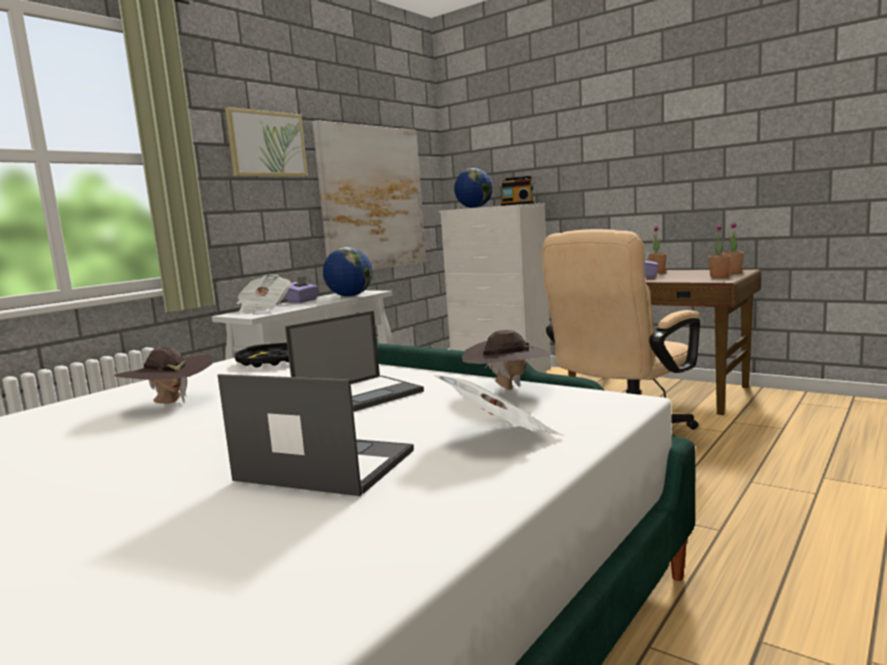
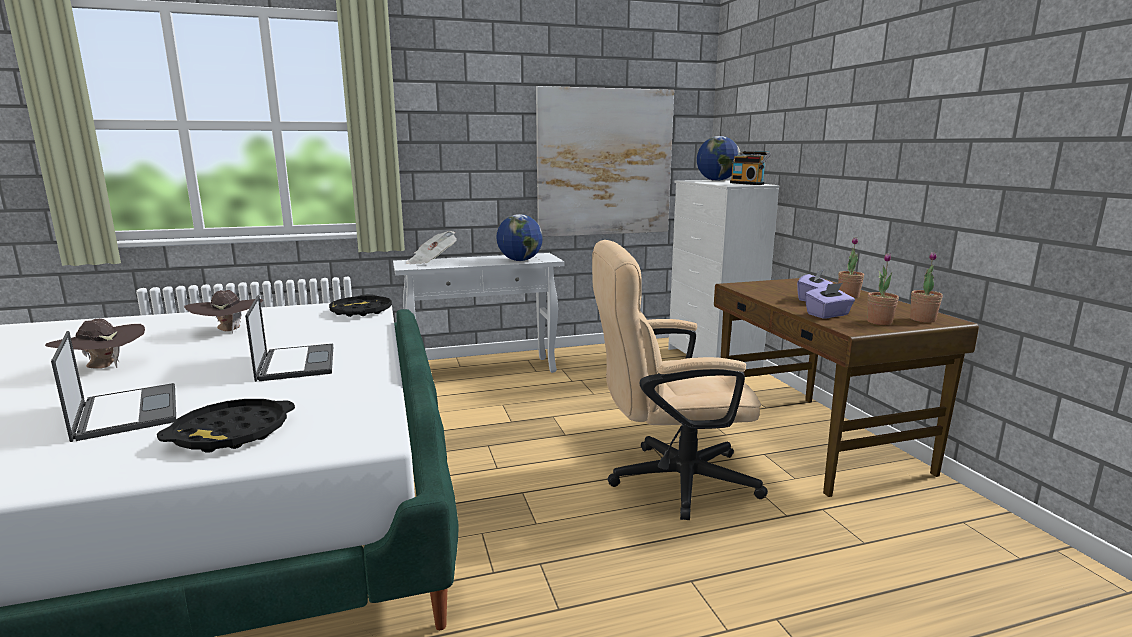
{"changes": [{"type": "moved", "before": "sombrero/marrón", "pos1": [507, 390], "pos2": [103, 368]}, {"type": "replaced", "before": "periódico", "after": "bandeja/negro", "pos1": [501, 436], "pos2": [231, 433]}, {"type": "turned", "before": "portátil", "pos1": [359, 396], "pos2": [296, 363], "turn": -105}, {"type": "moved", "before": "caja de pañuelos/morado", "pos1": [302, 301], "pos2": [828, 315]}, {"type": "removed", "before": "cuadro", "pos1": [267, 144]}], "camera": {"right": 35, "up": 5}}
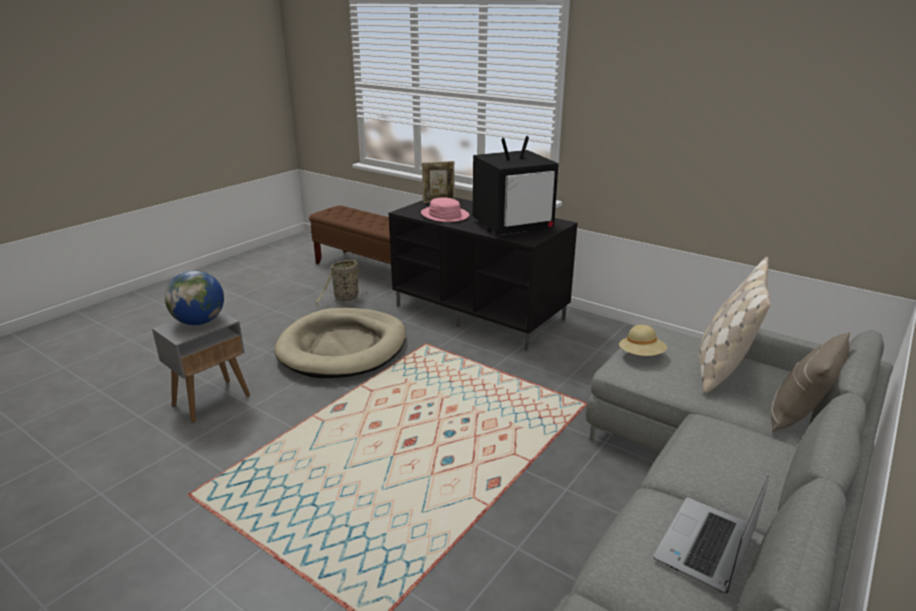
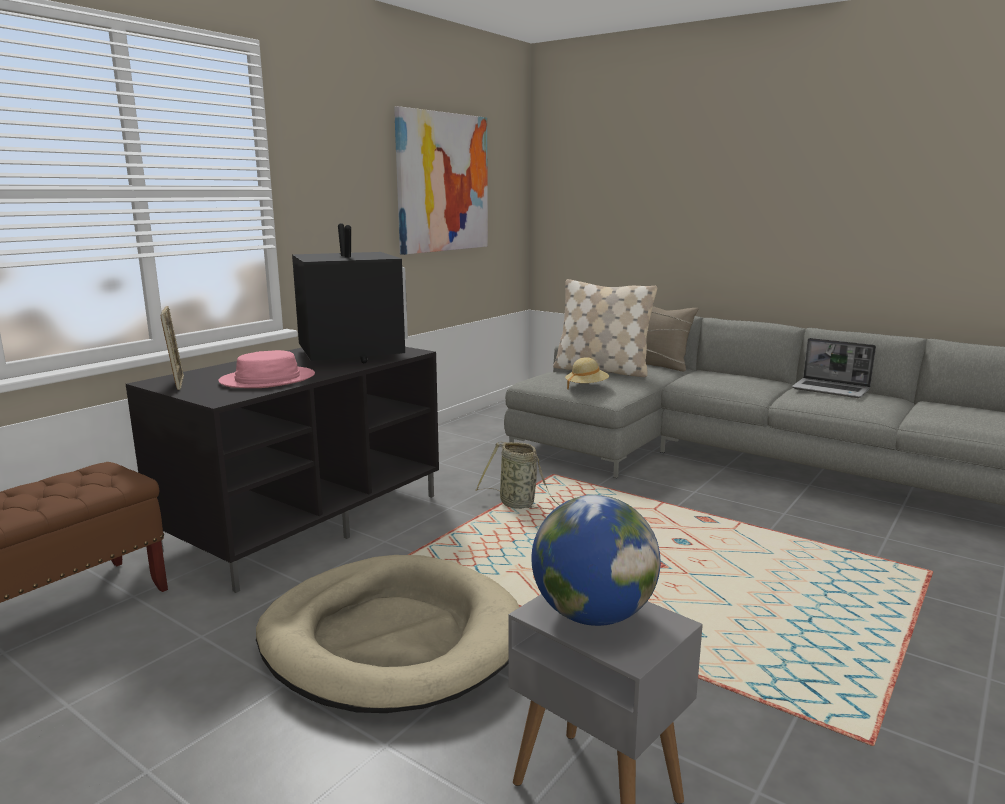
{"changes": [{"type": "added", "after": "cuadro", "pos2": [443, 183]}, {"type": "moved", "before": "cesta", "pos1": [345, 298], "pos2": [519, 504]}], "camera": {"right": -90, "up": -10}}
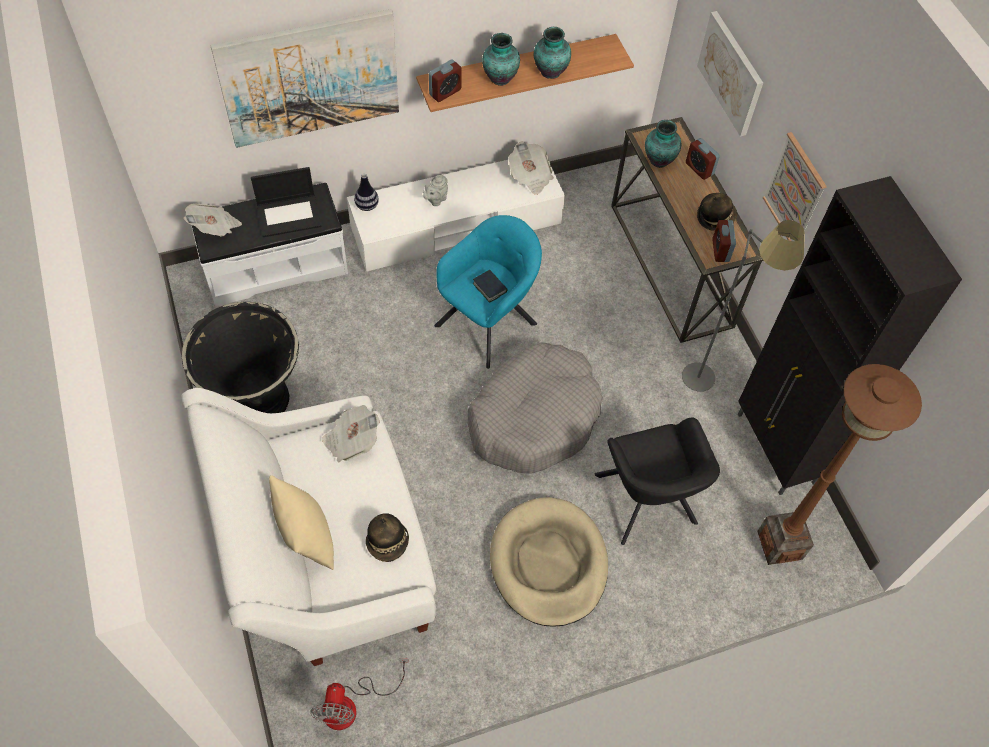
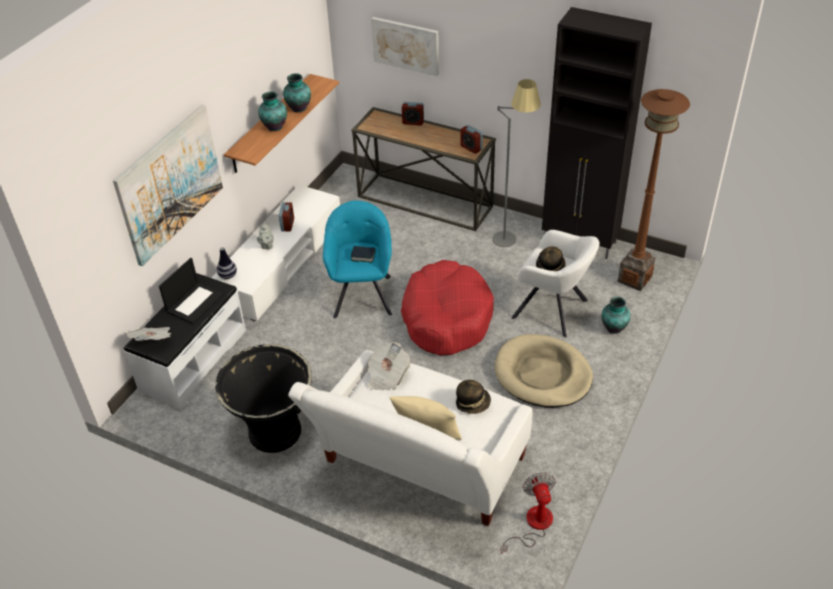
{"changes": [{"type": "moved", "before": "despertador", "pos1": [445, 92], "pos2": [287, 225]}, {"type": "recoloured", "before": "cama para perro/gris", "after": "cama para perro/rojo", "pos1": [534, 417], "pos2": [446, 318]}, {"type": "turned", "before": "ventilador", "pos1": [351, 705], "pos2": [533, 525], "turn": -150}, {"type": "recoloured", "before": "sillón/negro", "after": "sillón/blanco", "pos1": [647, 502], "pos2": [553, 310]}, {"type": "moved", "before": "sombrero", "pos1": [715, 217], "pos2": [550, 266]}, {"type": "moved", "before": "florero", "pos1": [658, 160], "pos2": [613, 328]}, {"type": "removed", "before": "periódico", "pos1": [530, 176]}, {"type": "removed", "before": "cuadro", "pos1": [795, 191]}], "camera": {"right": -40, "up": -15}}
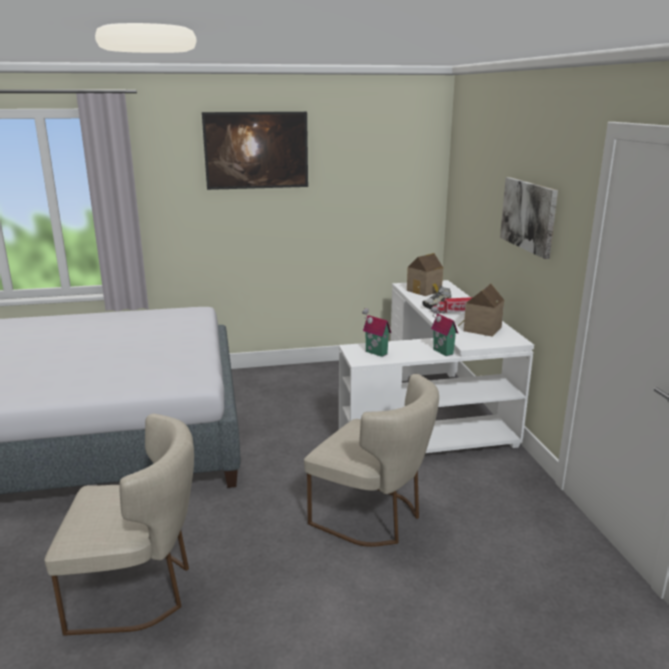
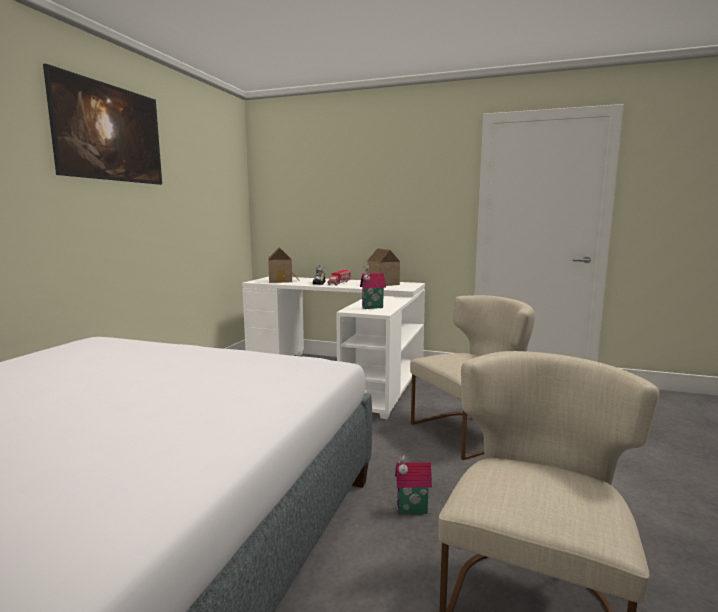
{"changes": [{"type": "moved", "before": "casita", "pos1": [441, 352], "pos2": [412, 511]}, {"type": "removed", "before": "cuadro", "pos1": [529, 215]}], "camera": {"right": -60, "up": -10}}
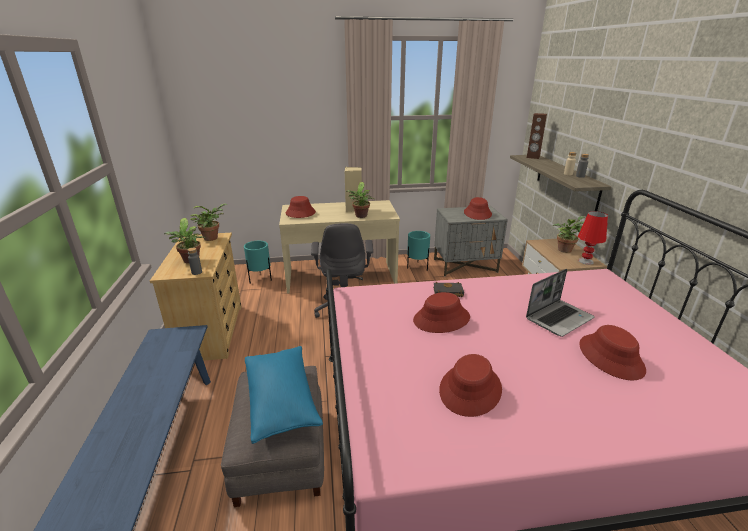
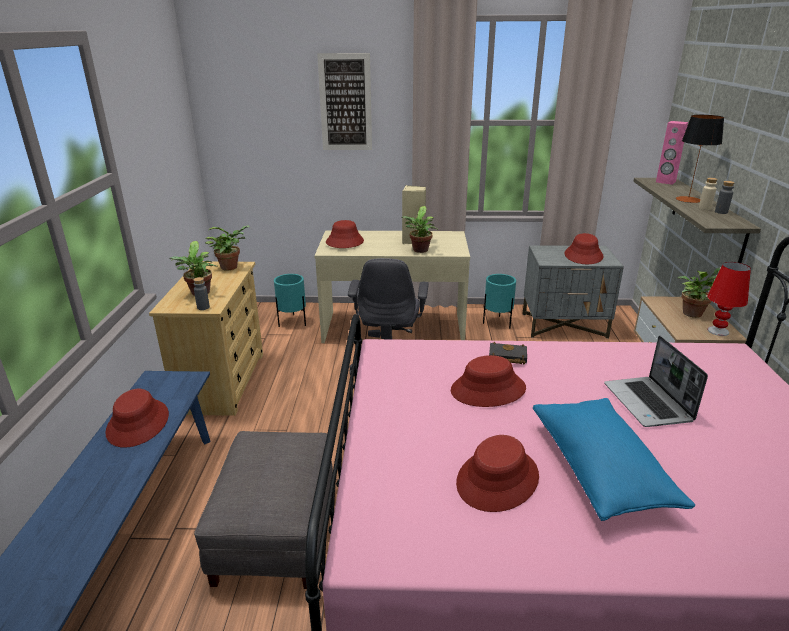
{"changes": [{"type": "moved", "before": "sombrero/rojo", "pos1": [611, 357], "pos2": [138, 423]}, {"type": "added", "after": "cuadro", "pos2": [345, 103]}, {"type": "moved", "before": "cojín/azul", "pos1": [281, 401], "pos2": [600, 470]}, {"type": "turned", "before": "portátil", "pos1": [559, 318], "pos2": [648, 403], "turn": 105}, {"type": "recoloured", "before": "altavoz/marrón", "after": "altavoz/rosa", "pos1": [533, 157], "pos2": [665, 182]}, {"type": "added", "after": "lámpara de mesa", "pos2": [688, 199]}], "camera": {"right": 10, "up": 0}}
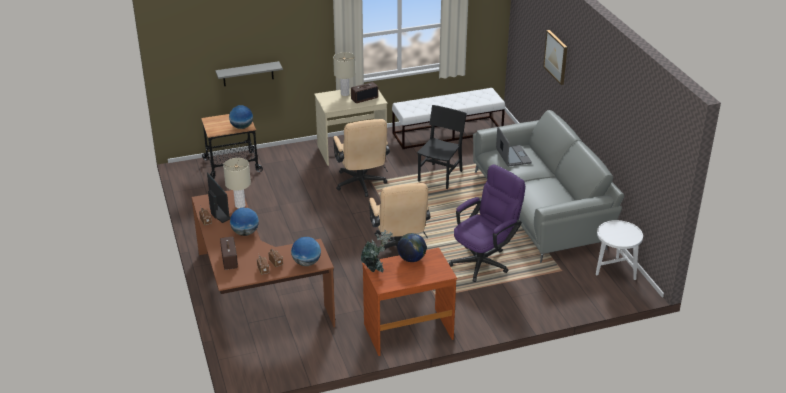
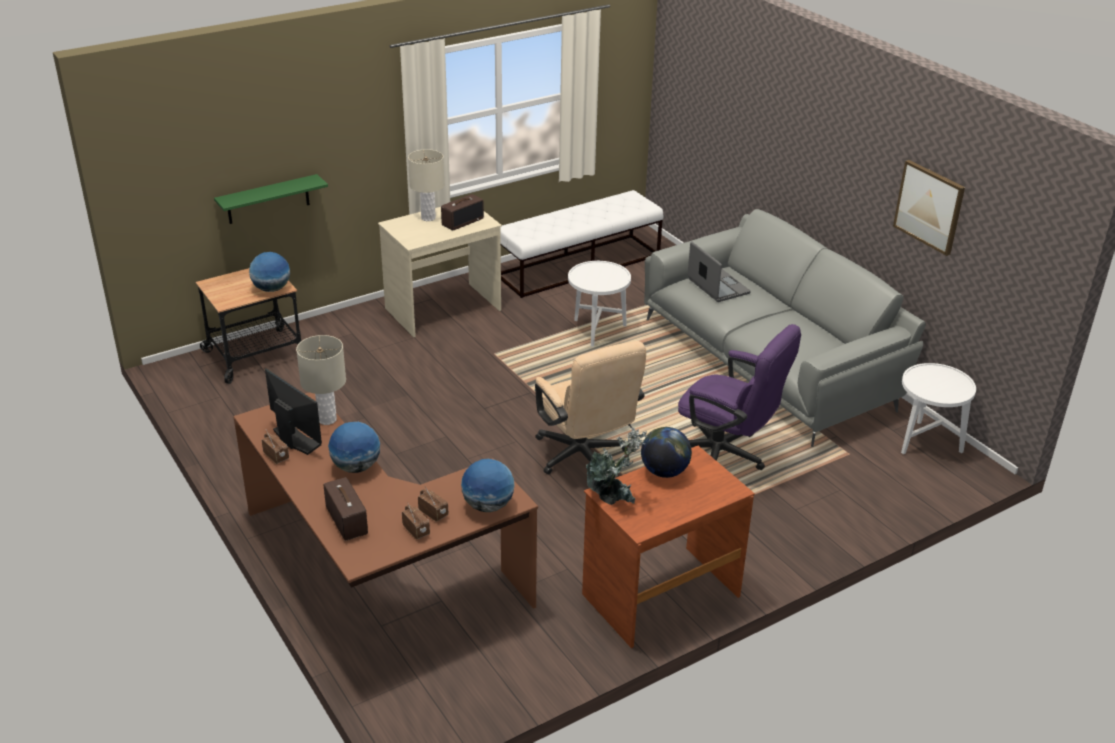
{"changes": [{"type": "recoloured", "before": "estante/gris", "after": "estante/verde", "pos1": [248, 74], "pos2": [268, 199]}, {"type": "replaced", "before": "silla/negro", "after": "mesa auxiliar/blanco", "pos1": [440, 176], "pos2": [597, 332]}, {"type": "turned", "before": "silla de oficina/morado", "pos1": [484, 261], "pos2": [726, 456], "turn": 90}, {"type": "moved", "before": "cuadro", "pos1": [556, 57], "pos2": [929, 206]}, {"type": "removed", "before": "silla de oficina/beis", "pos1": [361, 185]}], "camera": {"right": -15, "up": 0}}
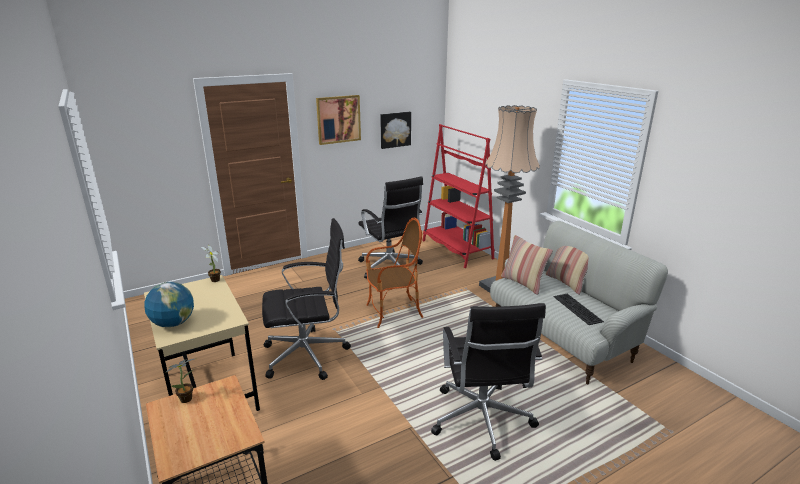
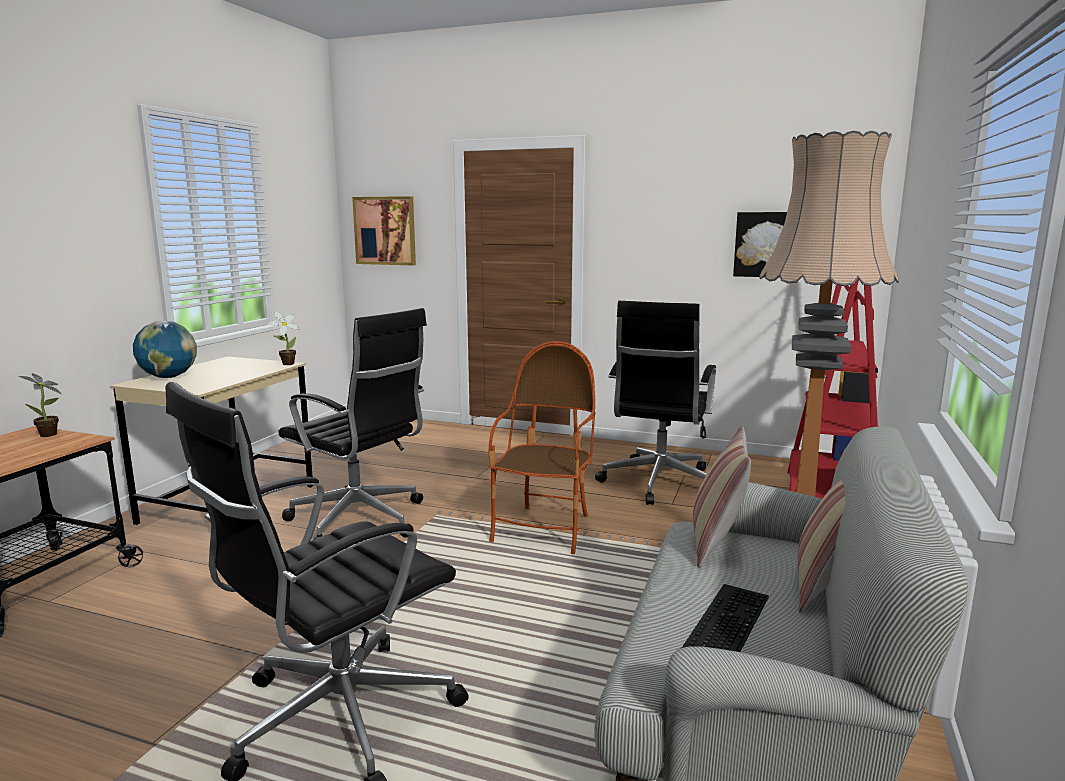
{"changes": [{"type": "moved", "before": "cuadro", "pos1": [338, 119], "pos2": [385, 230]}, {"type": "turned", "before": "sillón", "pos1": [393, 312], "pos2": [544, 530], "turn": -105}], "camera": {"right": 50, "up": -10}}
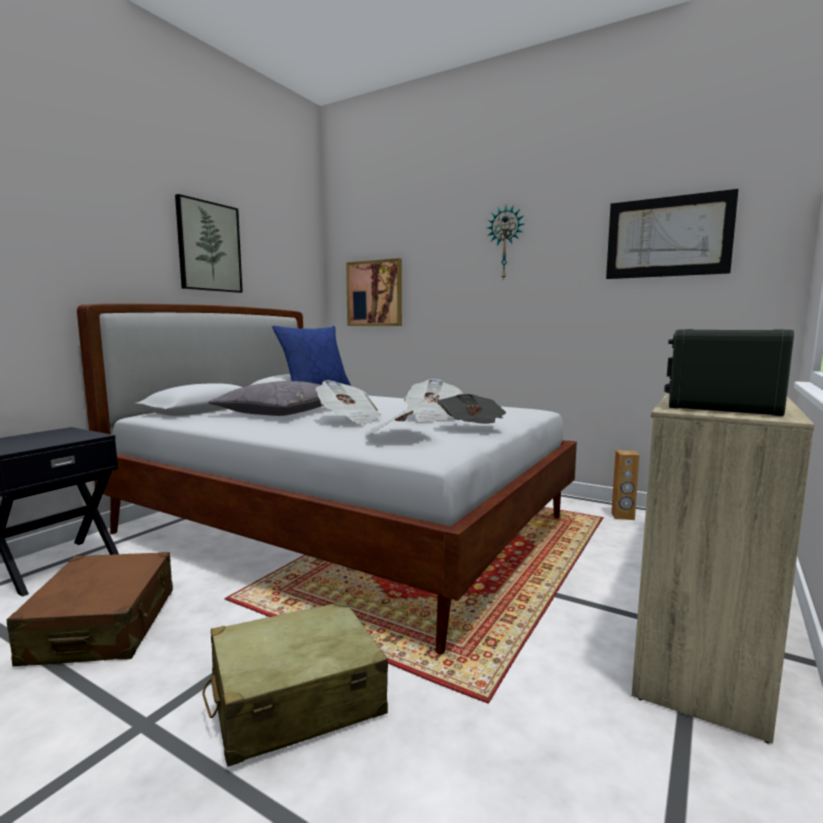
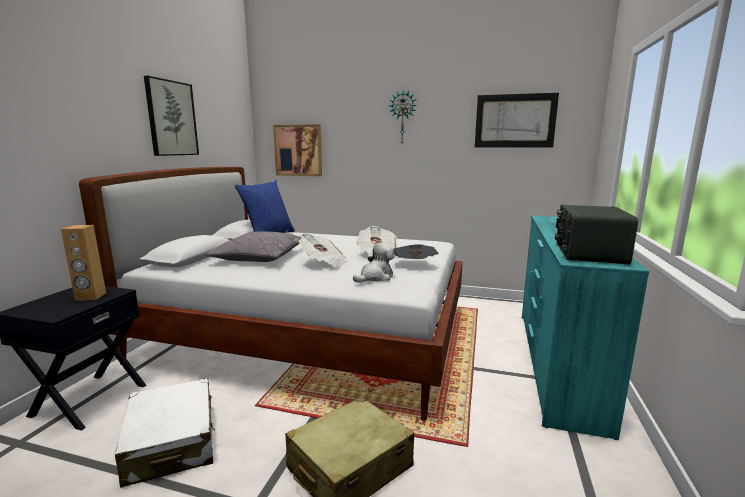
{"changes": [{"type": "moved", "before": "altavoz/marrón", "pos1": [623, 516], "pos2": [90, 297]}, {"type": "recoloured", "before": "maleta/marrón", "after": "maleta/blanco", "pos1": [103, 626], "pos2": [172, 442]}, {"type": "replaced", "before": "periódico", "after": "peluche", "pos1": [398, 436], "pos2": [375, 277]}, {"type": "recoloured", "before": "cómoda/beis", "after": "cómoda/turquesa", "pos1": [702, 606], "pos2": [556, 363]}], "camera": {"right": -15, "up": 5}}
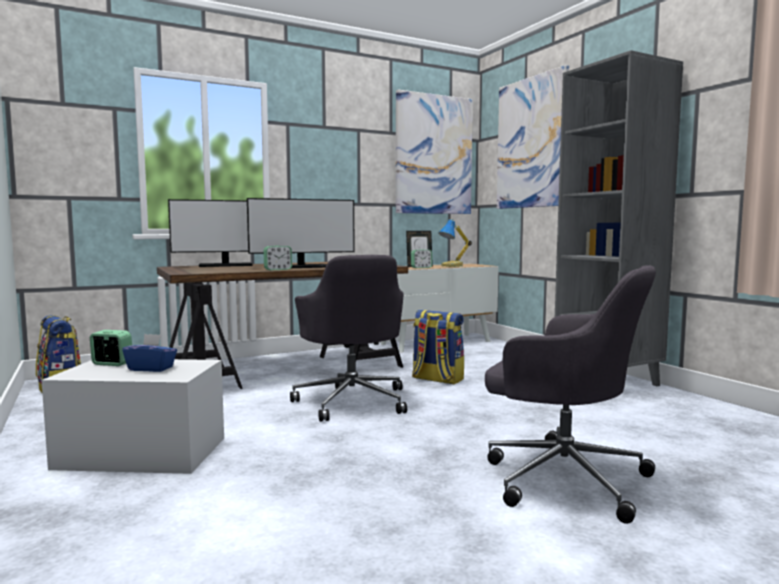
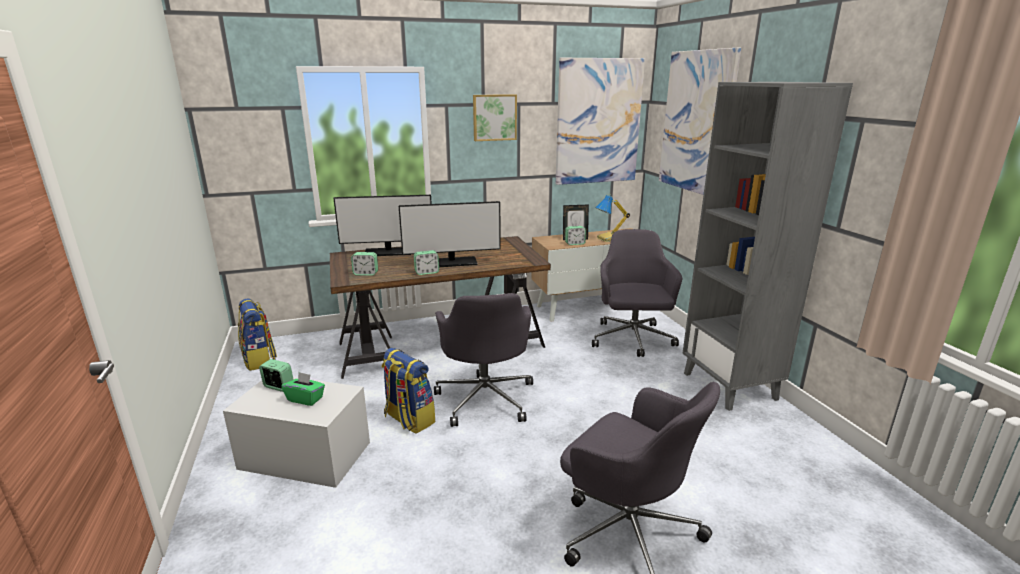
{"changes": [{"type": "recoloured", "before": "caja de pañuelos/azul", "after": "caja de pañuelos/verde", "pos1": [151, 368], "pos2": [305, 399]}, {"type": "added", "after": "despertador", "pos2": [365, 273]}, {"type": "moved", "before": "mochila", "pos1": [436, 379], "pos2": [408, 419]}, {"type": "added", "after": "cuadro", "pos2": [494, 117]}, {"type": "added", "after": "silla de oficina/gris", "pos2": [632, 339]}], "camera": {"right": 10, "up": 15}}
